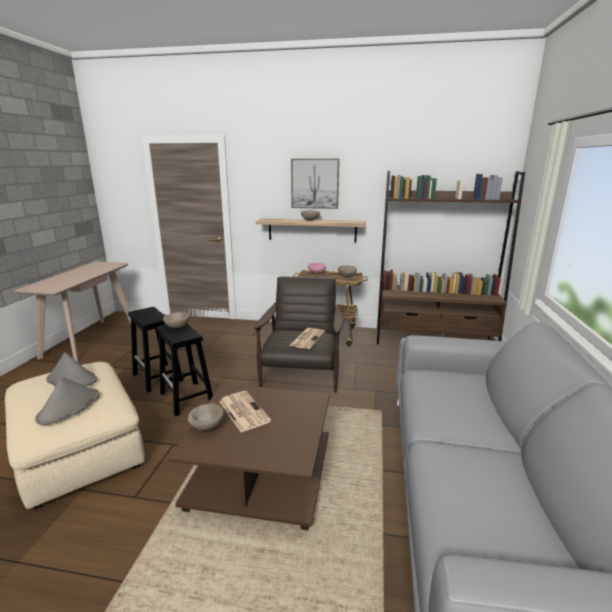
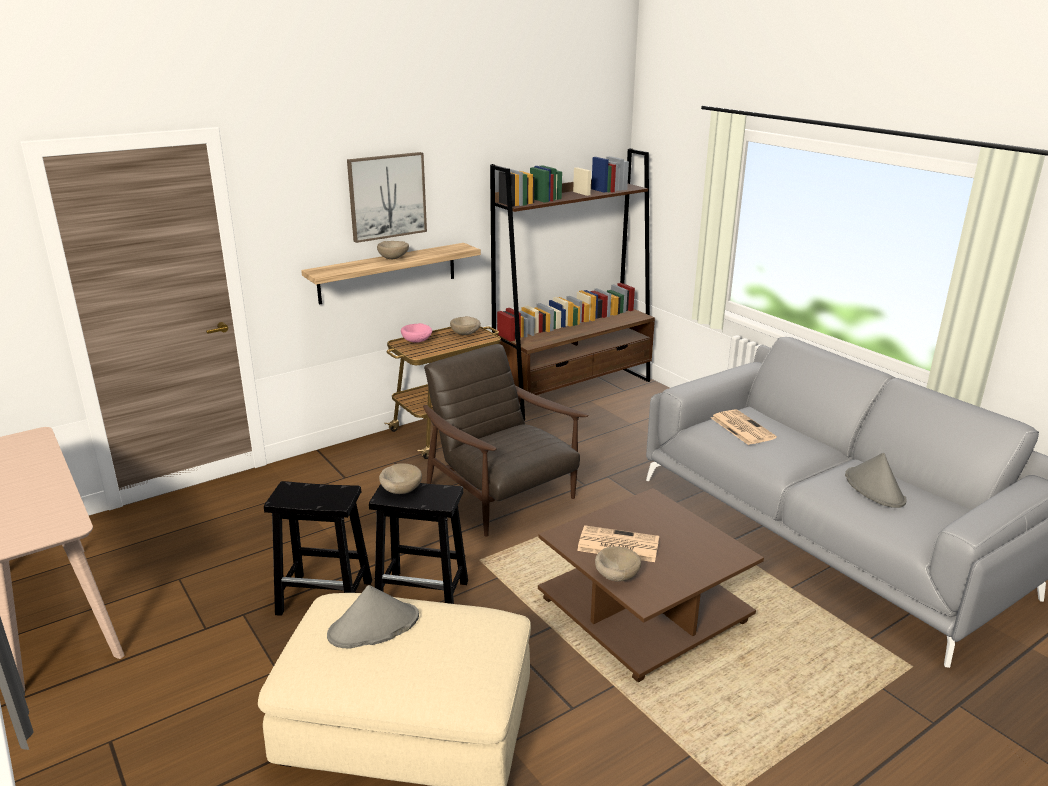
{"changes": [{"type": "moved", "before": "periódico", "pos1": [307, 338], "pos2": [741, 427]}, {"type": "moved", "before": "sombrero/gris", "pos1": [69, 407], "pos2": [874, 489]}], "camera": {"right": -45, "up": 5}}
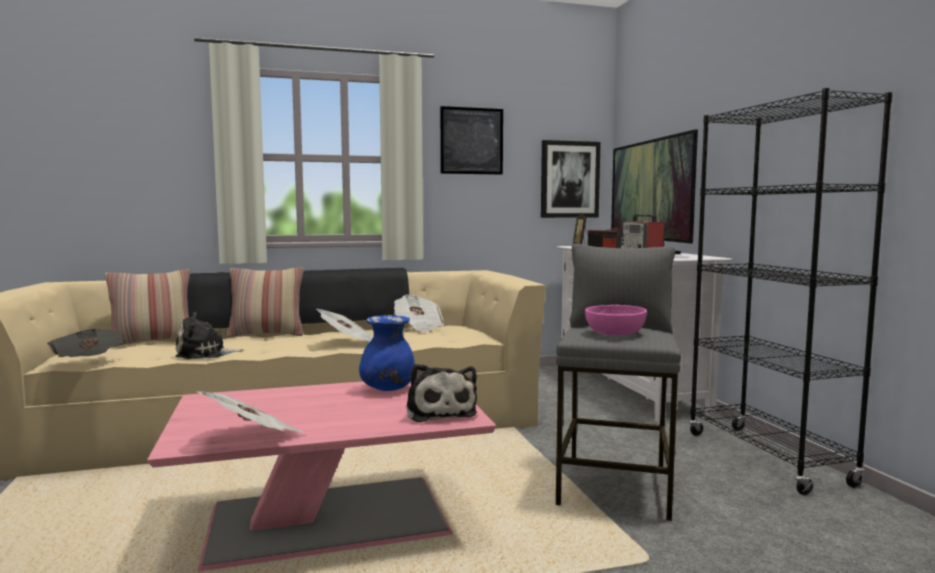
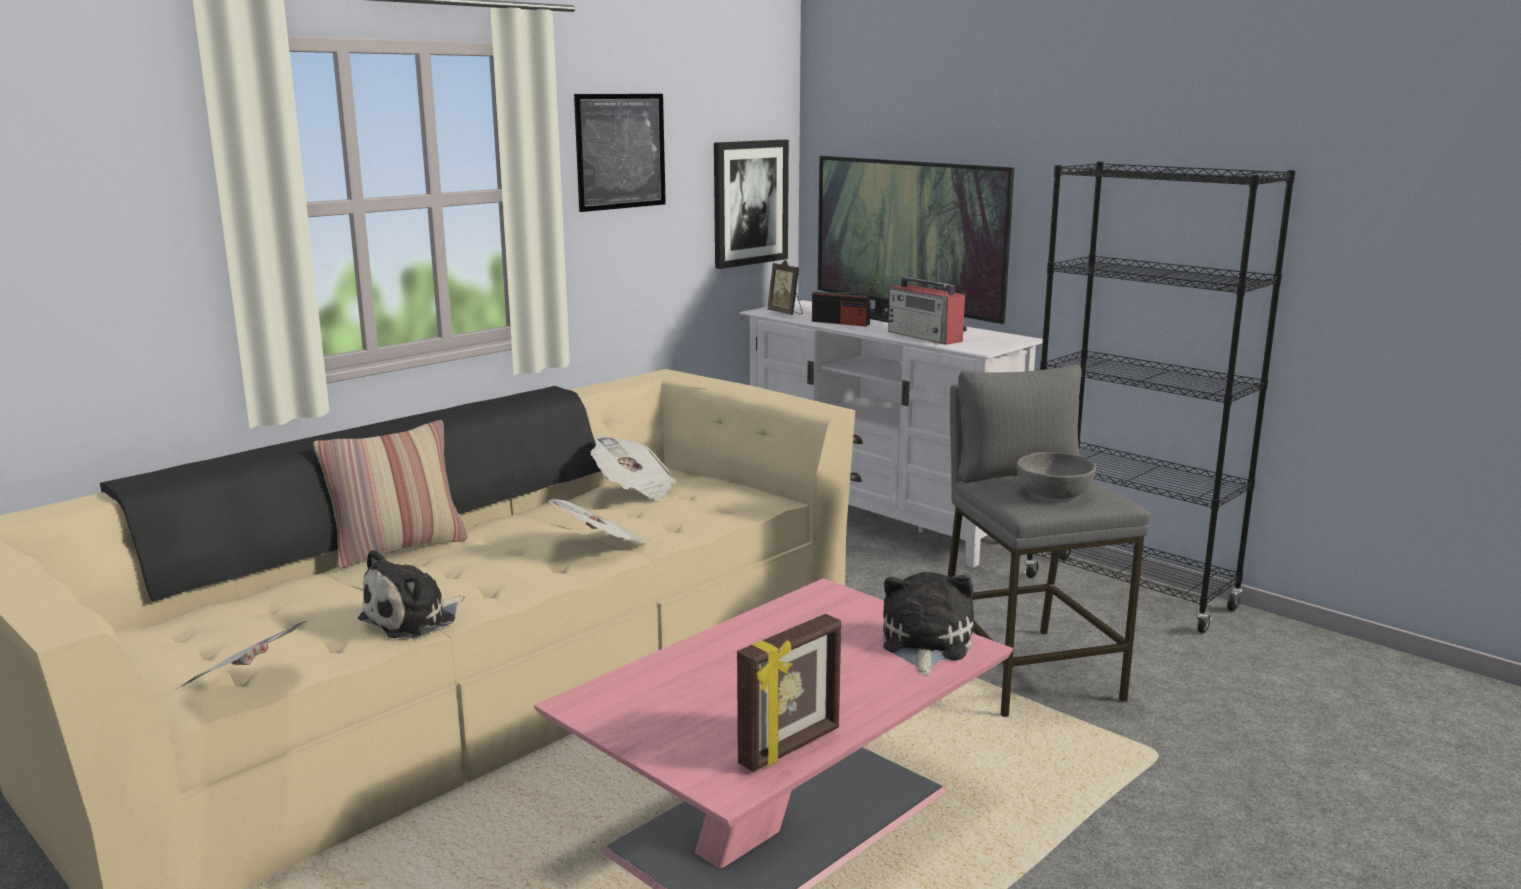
{"changes": [{"type": "replaced", "before": "periódico", "after": "portarretratos", "pos1": [253, 438], "pos2": [791, 747]}, {"type": "turned", "before": "peluche", "pos1": [440, 412], "pos2": [924, 644], "turn": -120}, {"type": "recoloured", "before": "cuenco/rosa", "after": "cuenco/gris", "pos1": [614, 333], "pos2": [1054, 493]}, {"type": "removed", "before": "cojín", "pos1": [152, 341]}, {"type": "removed", "before": "florero/azul", "pos1": [387, 389]}], "camera": {"right": -30, "up": 10}}
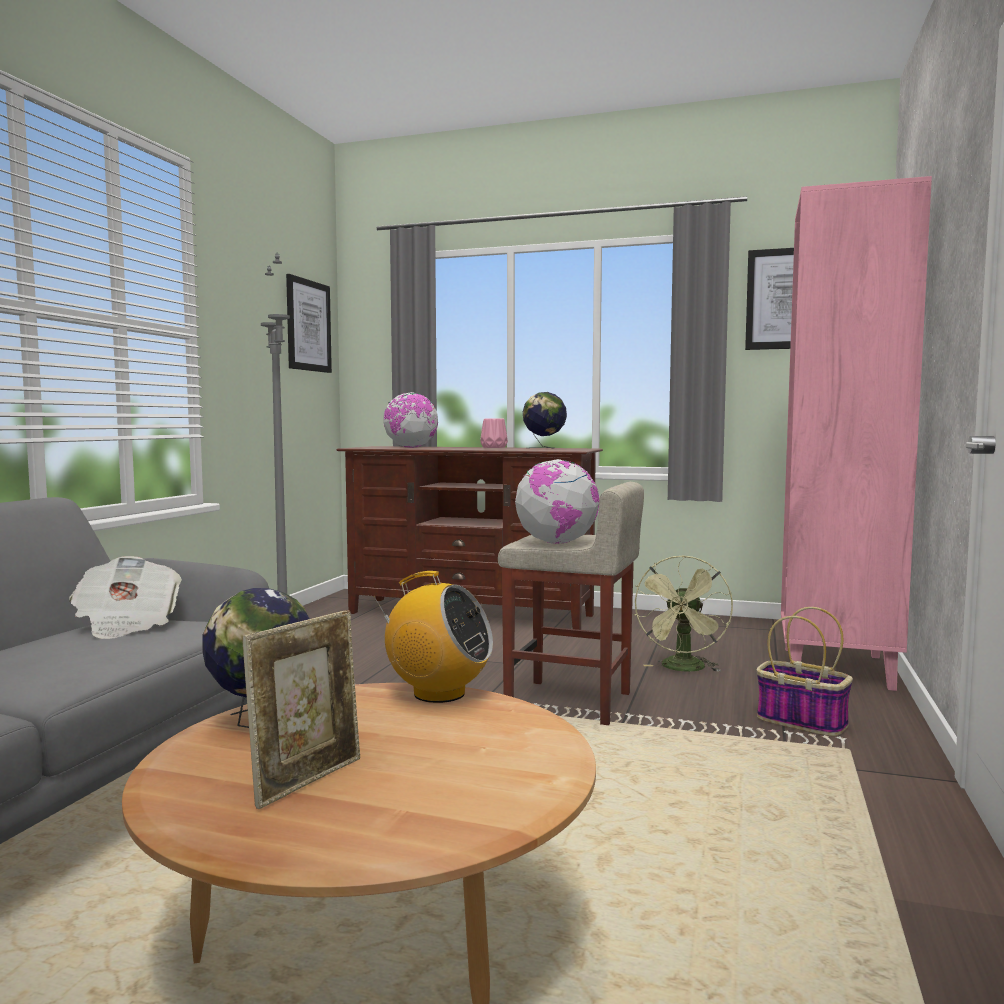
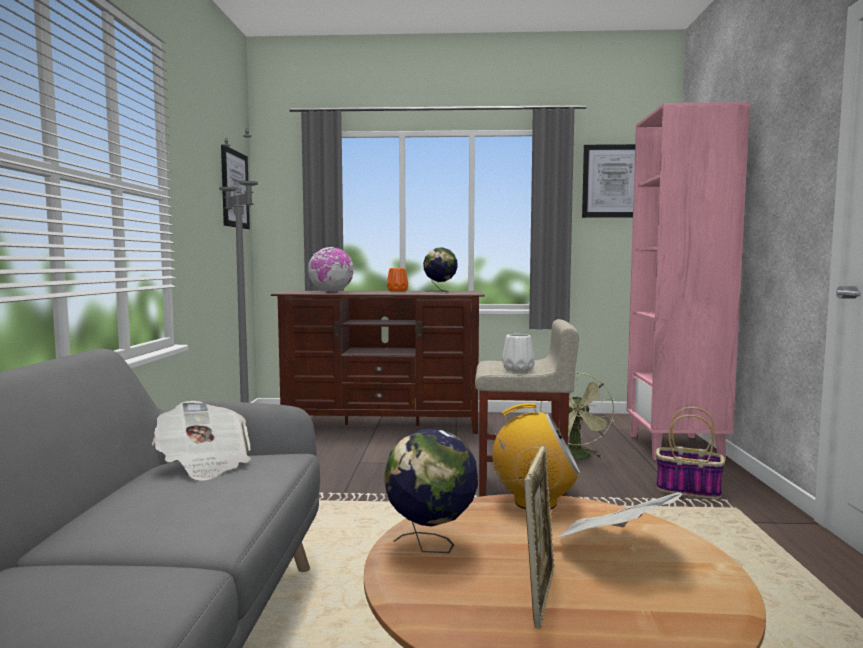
{"changes": [{"type": "recoloured", "before": "florero/rosa", "after": "florero/naranja", "pos1": [494, 447], "pos2": [398, 291]}, {"type": "replaced", "before": "globo terráqueo", "after": "florero/blanco", "pos1": [557, 543], "pos2": [518, 369]}, {"type": "added", "after": "periódico", "pos2": [613, 548]}], "camera": {"right": -15, "up": 0}}
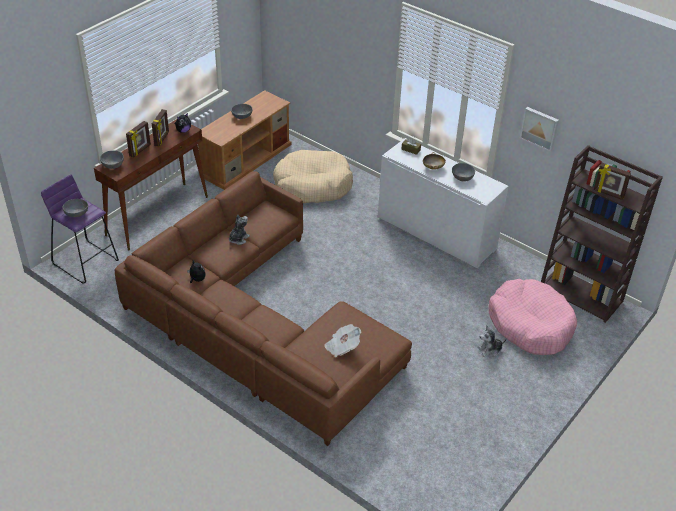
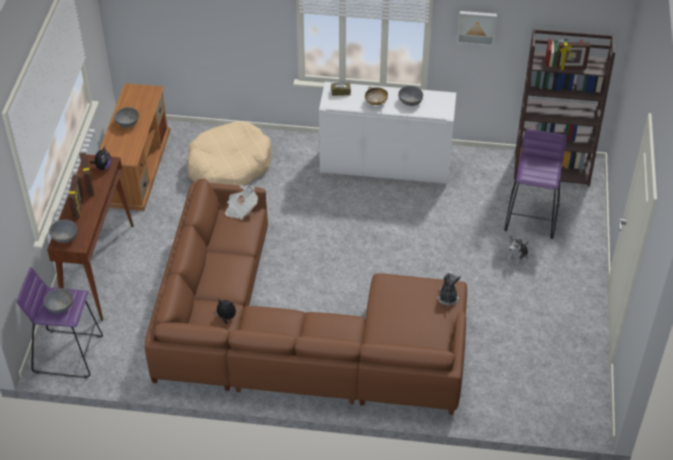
{"changes": [{"type": "moved", "before": "periódico", "pos1": [342, 347], "pos2": [240, 208]}, {"type": "moved", "before": "peluche", "pos1": [238, 239], "pos2": [447, 297]}, {"type": "replaced", "before": "cama para perro/rosa", "after": "taburete/morado", "pos1": [530, 325], "pos2": [532, 217]}], "camera": {"right": -30, "up": 5}}
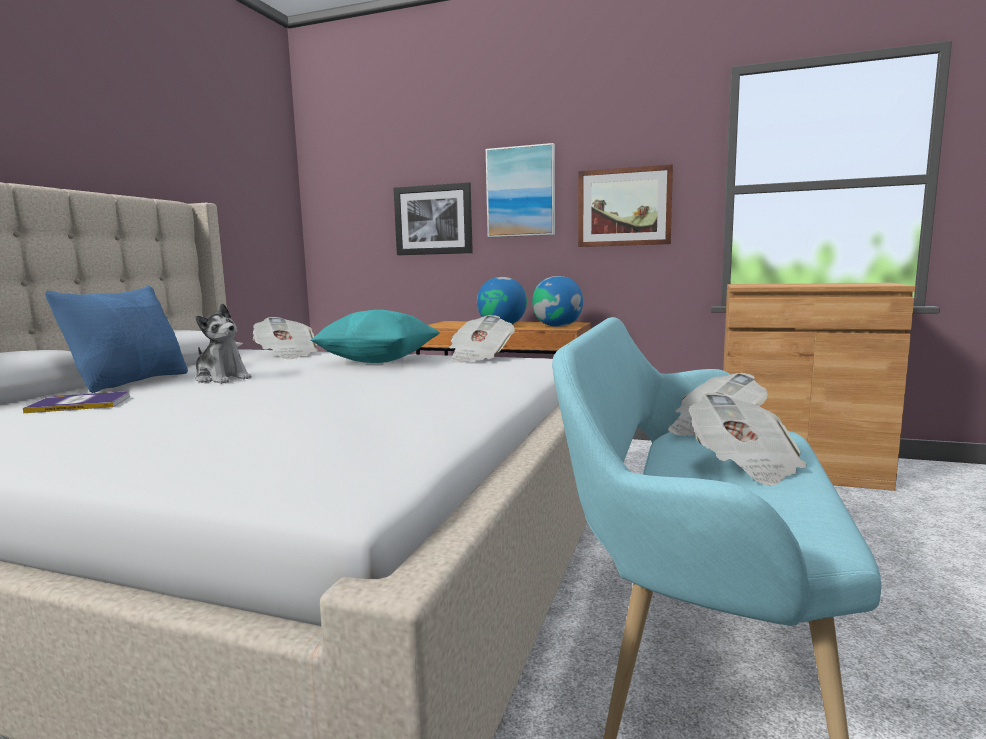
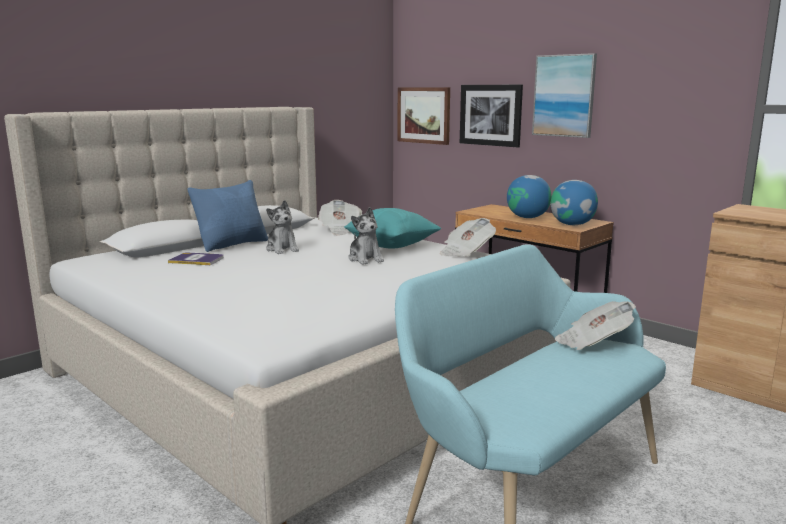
{"changes": [{"type": "added", "after": "peluche", "pos2": [365, 259]}, {"type": "moved", "before": "cuadro", "pos1": [624, 207], "pos2": [424, 115]}, {"type": "removed", "before": "periódico", "pos1": [744, 465]}], "camera": {"right": 25, "up": 5}}
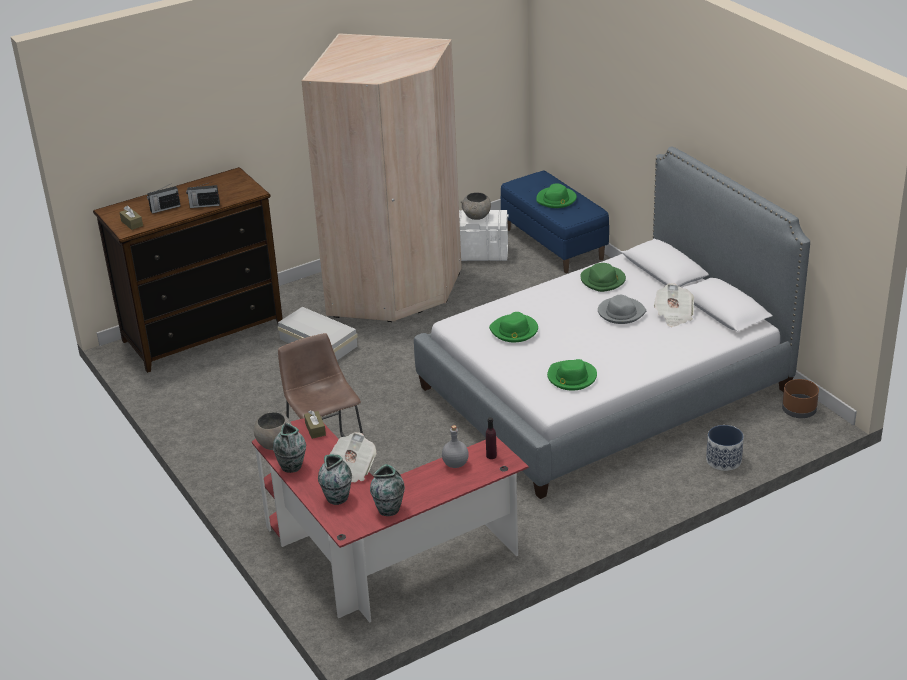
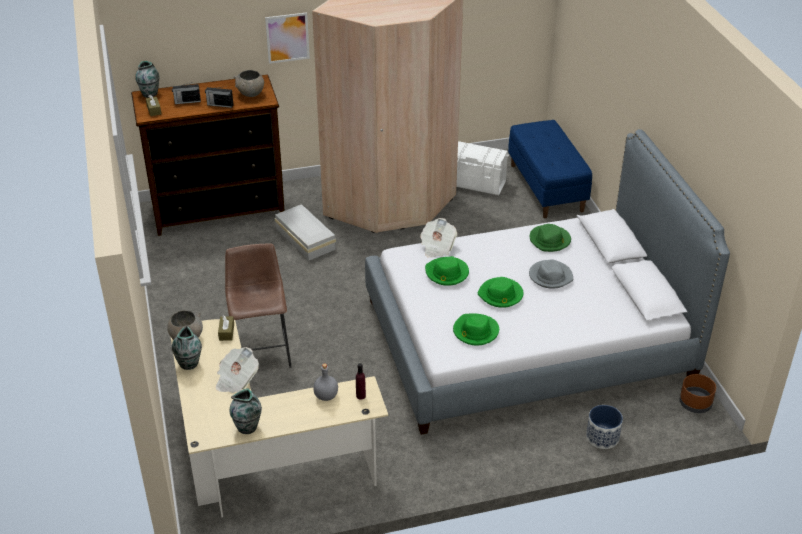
{"changes": [{"type": "moved", "before": "florero", "pos1": [337, 497], "pos2": [150, 94]}, {"type": "recoloured", "before": "escritorio/rojo", "after": "escritorio/beis", "pos1": [378, 559], "pos2": [257, 458]}, {"type": "moved", "before": "cuenco/gris", "pos1": [476, 217], "pos2": [250, 94]}, {"type": "added", "after": "cuadro", "pos2": [287, 37]}, {"type": "moved", "before": "periódico", "pos1": [673, 315], "pos2": [437, 247]}, {"type": "moved", "before": "sombrero/verde", "pos1": [556, 199], "pos2": [501, 295]}], "camera": {"right": 15, "up": 5}}
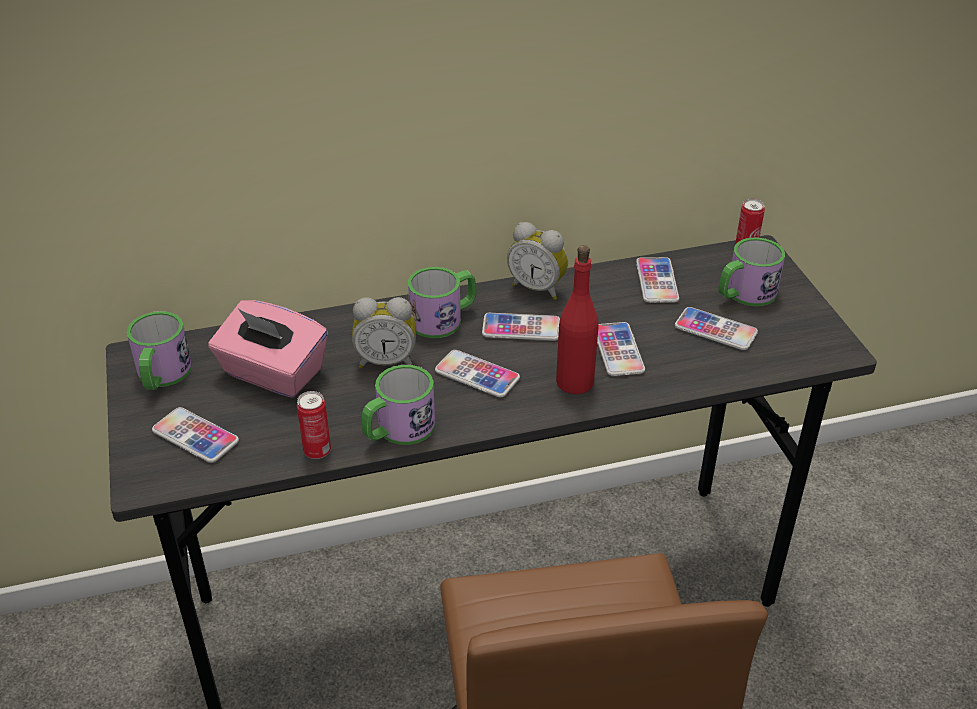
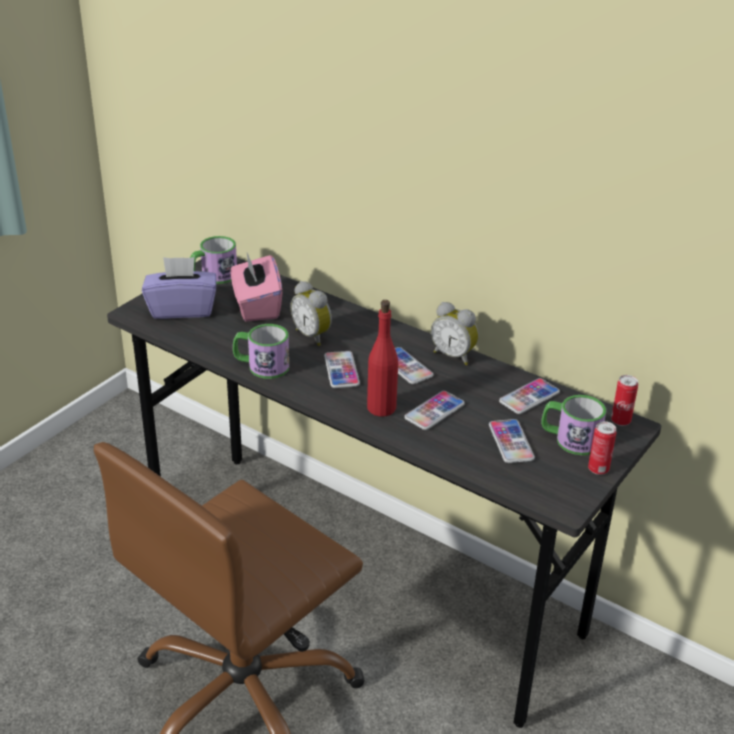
{"changes": [{"type": "replaced", "before": "móvil", "after": "caja de pañuelos/morado", "pos1": [195, 436], "pos2": [182, 309]}, {"type": "turned", "before": "despertador", "pos1": [538, 288], "pos2": [454, 355], "turn": -45}, {"type": "moved", "before": "lata", "pos1": [317, 451], "pos2": [598, 469]}, {"type": "removed", "before": "taza grande", "pos1": [444, 319]}], "camera": {"right": 50, "up": -5}}
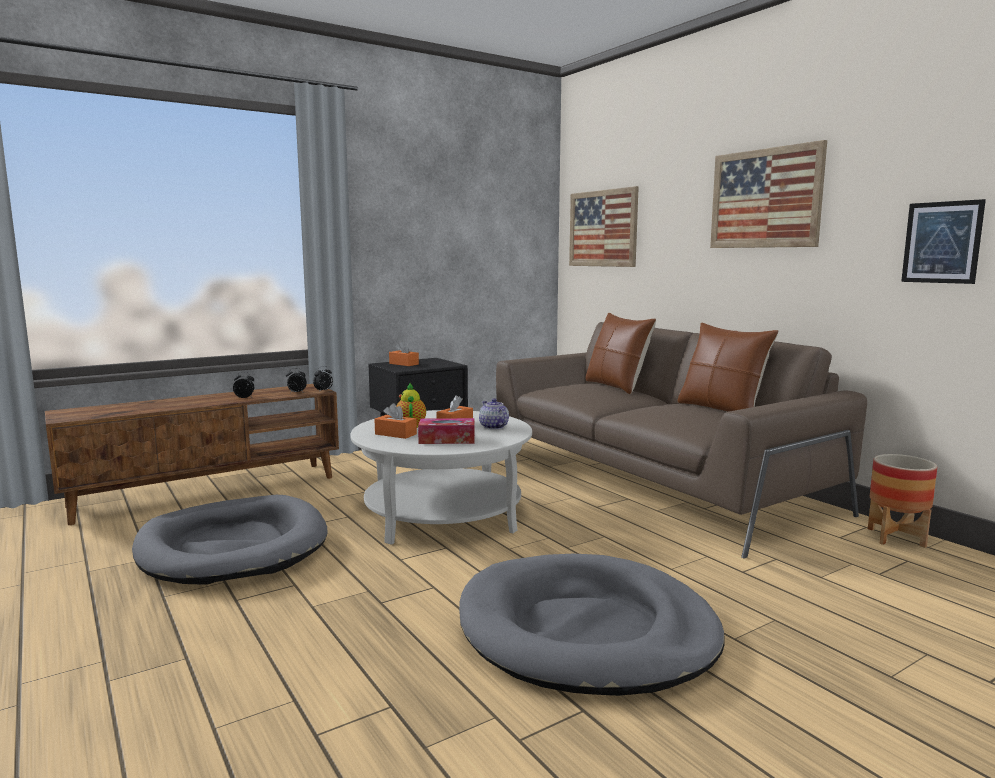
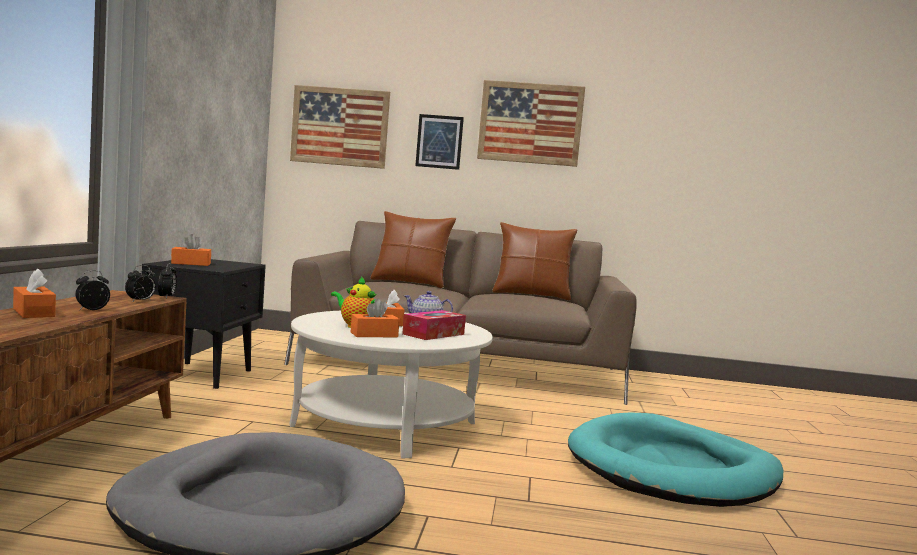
{"changes": [{"type": "added", "after": "caja de pañuelos/naranja", "pos2": [33, 313]}, {"type": "moved", "before": "cuadro", "pos1": [941, 242], "pos2": [439, 141]}, {"type": "recoloured", "before": "cama para perro/gris", "after": "cama para perro/turquesa", "pos1": [586, 631], "pos2": [672, 469]}, {"type": "removed", "before": "maceta", "pos1": [896, 537]}], "camera": {"right": -50, "up": -5}}
